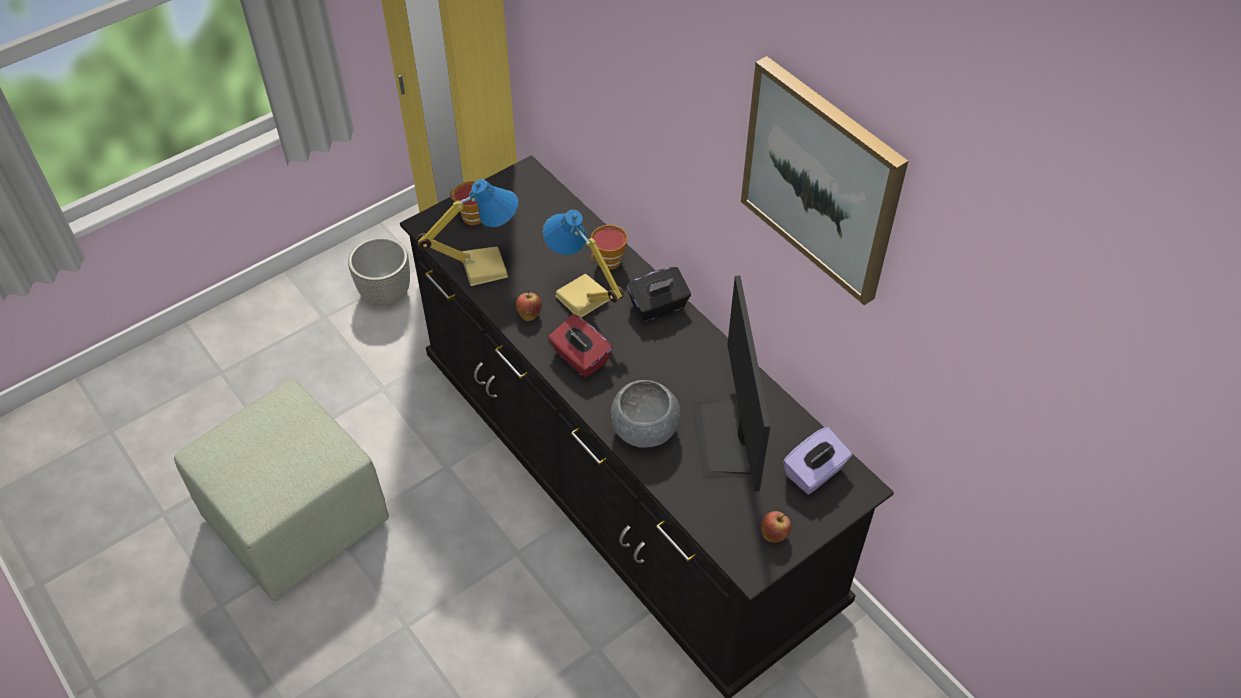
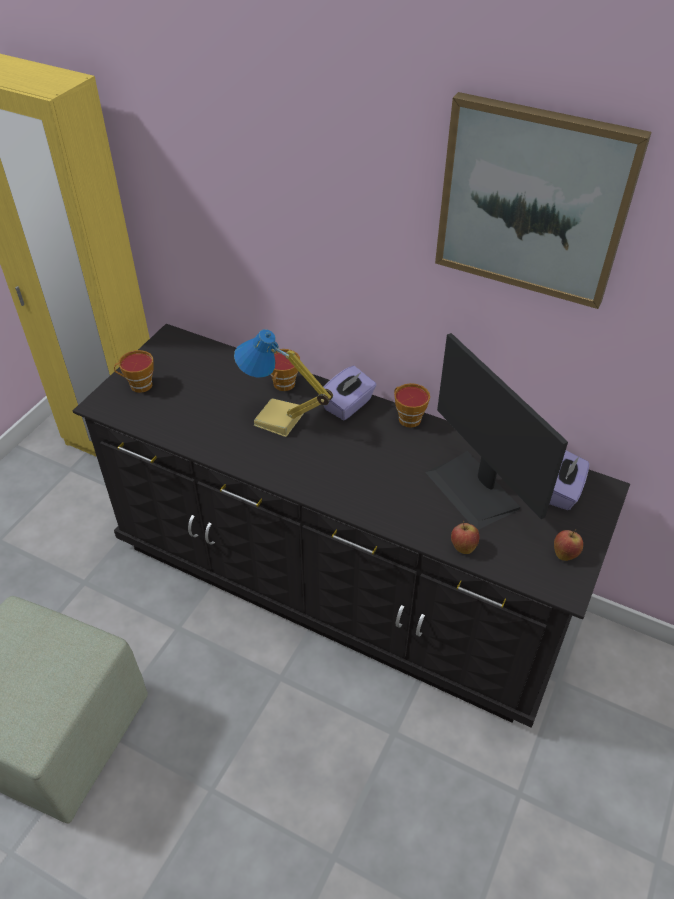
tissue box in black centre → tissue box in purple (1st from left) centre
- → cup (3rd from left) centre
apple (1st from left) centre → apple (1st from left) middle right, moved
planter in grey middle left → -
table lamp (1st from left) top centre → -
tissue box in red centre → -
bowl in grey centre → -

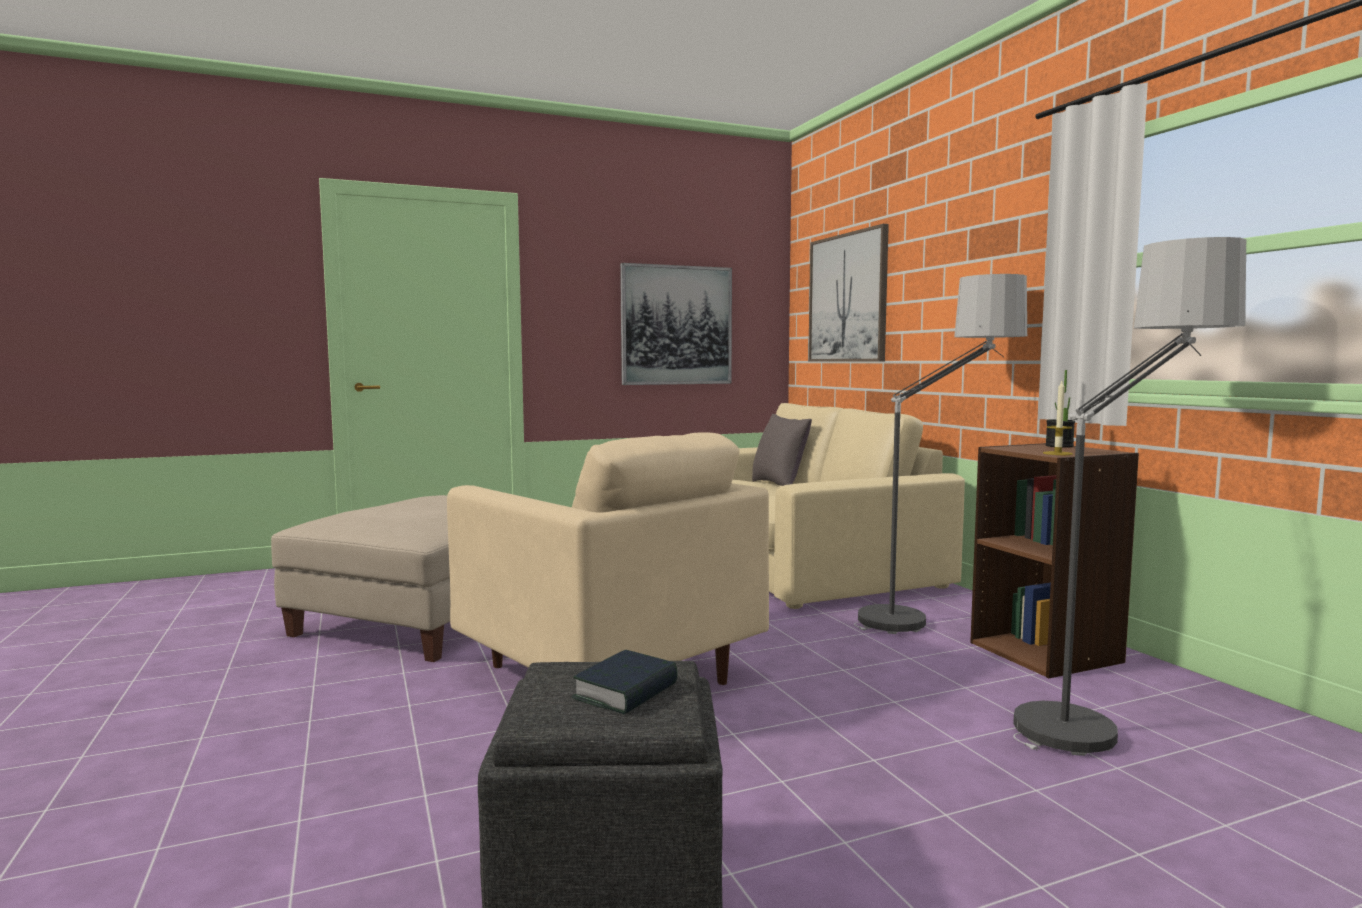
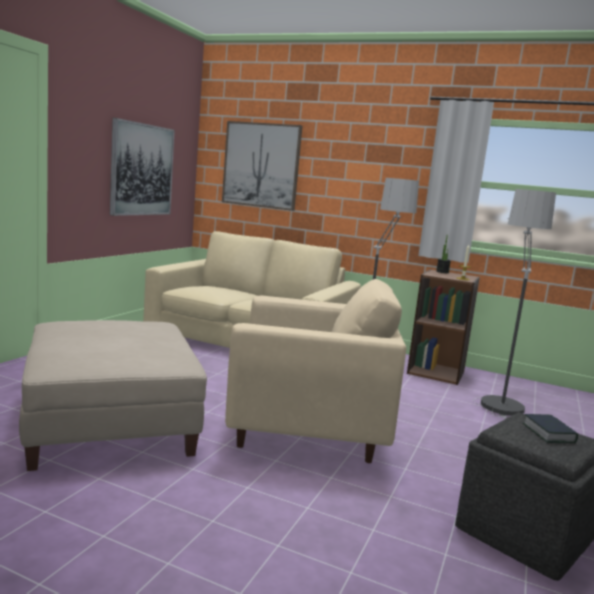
pillow in grey centre → -

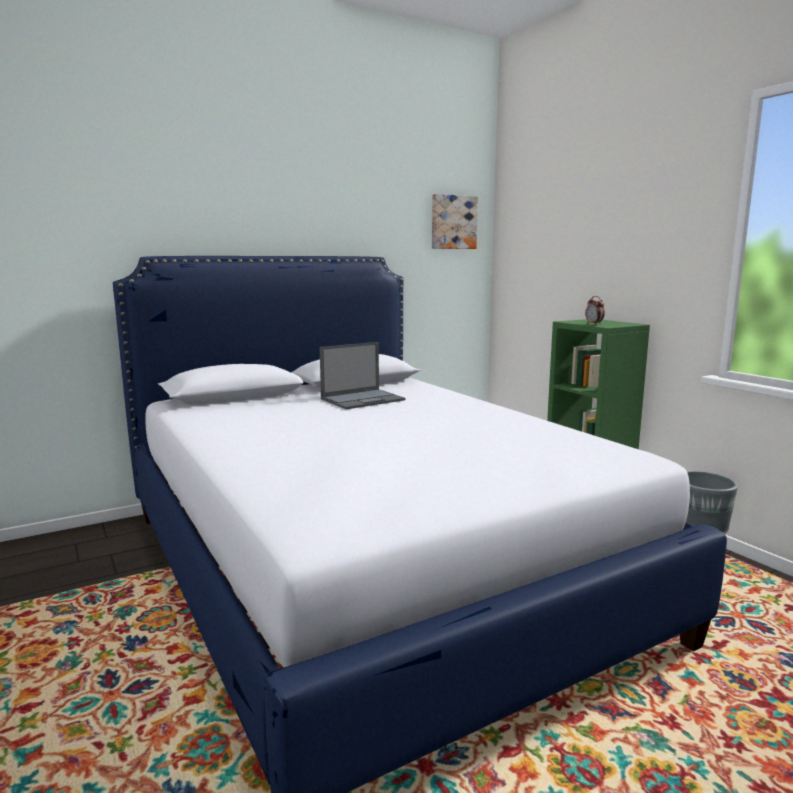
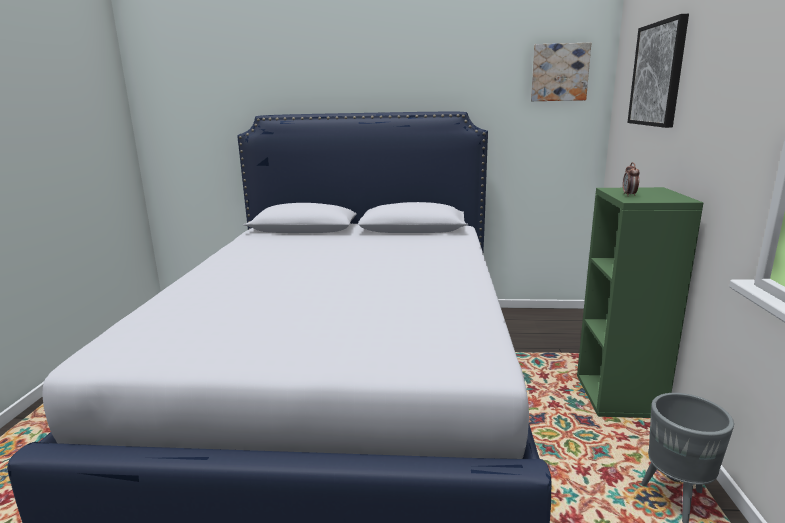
- → picture (2nd from left) top right
laptop centre → -

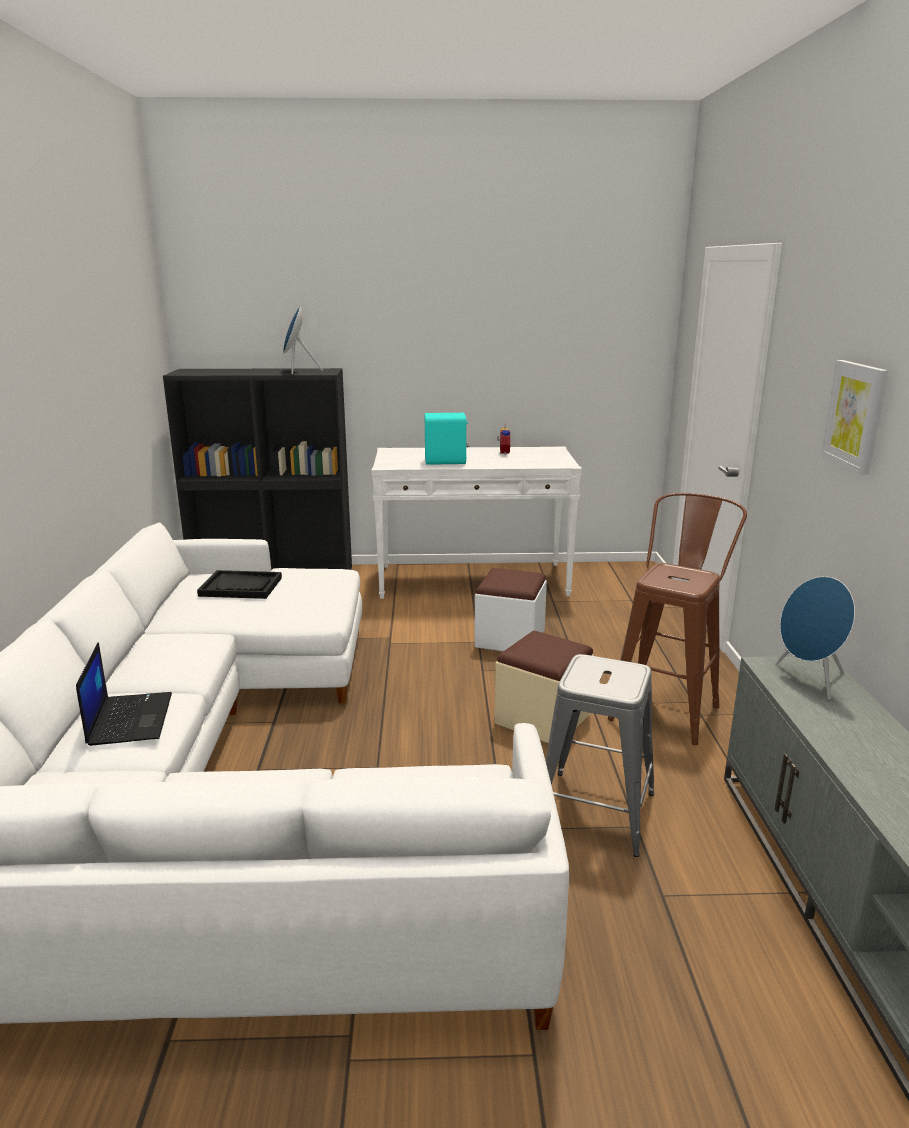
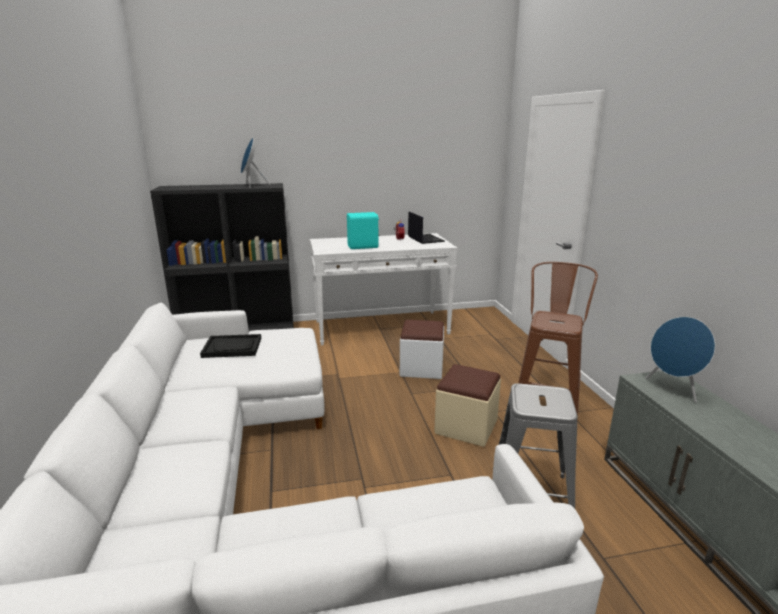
laptop middle left → laptop centre, moved
picture middle right → -

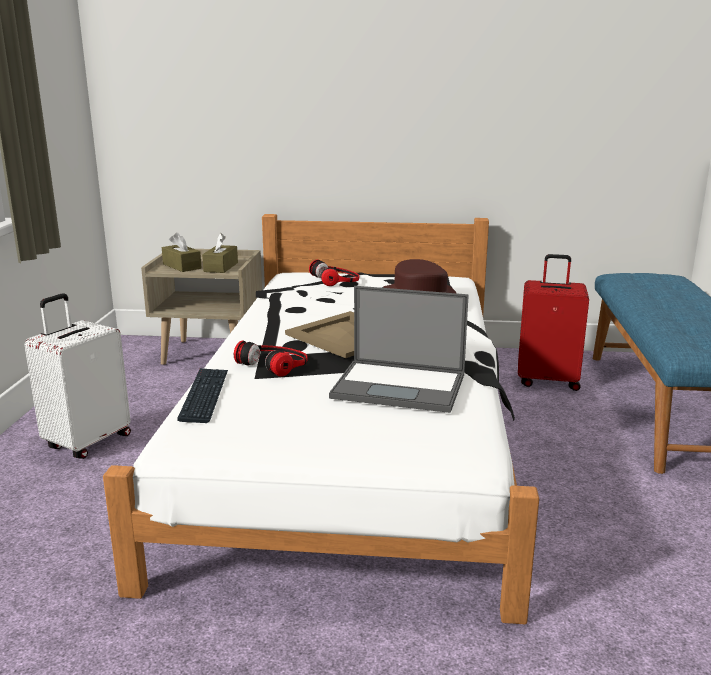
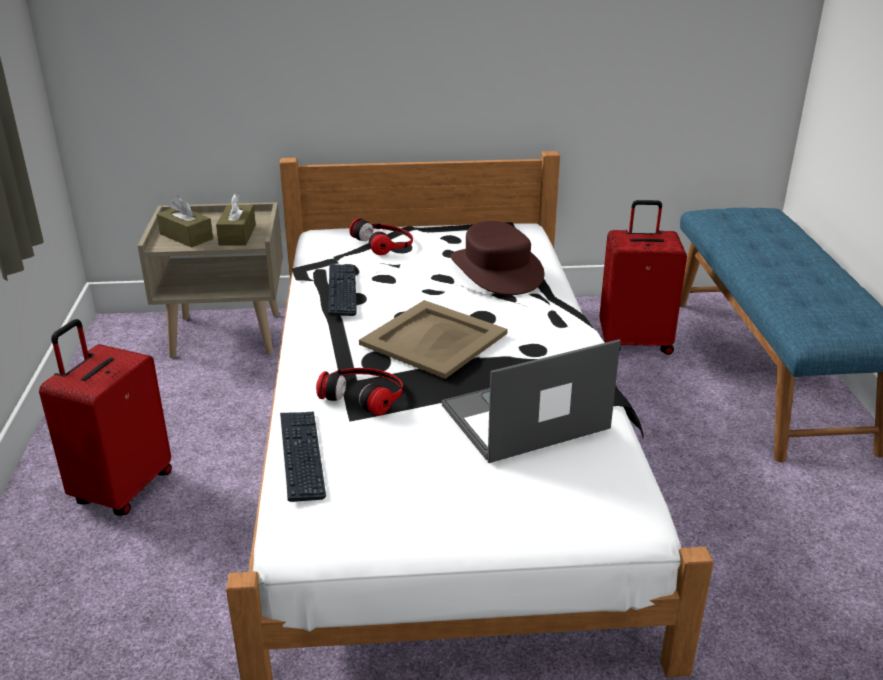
suitcase in white middle left → suitcase in red (1st from left) middle left
- → keyboard (2nd from left) centre
laptop centre, 150 degrees clockwise

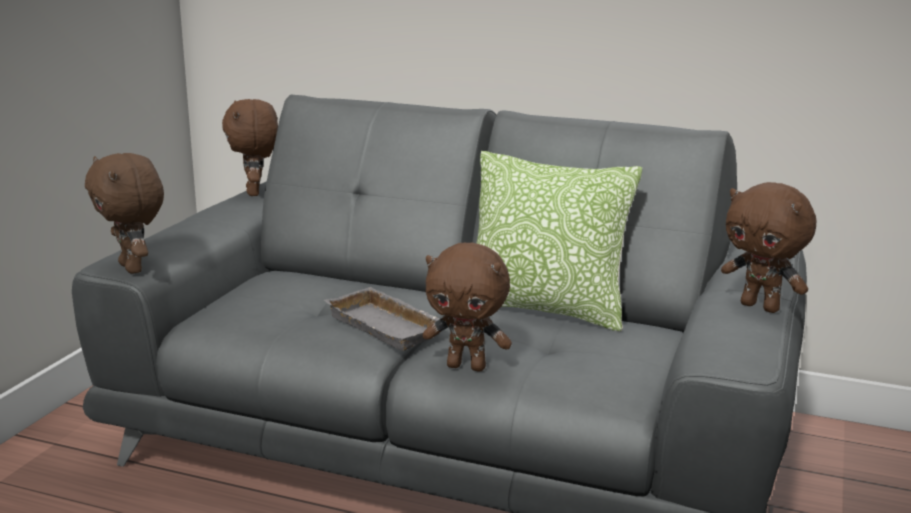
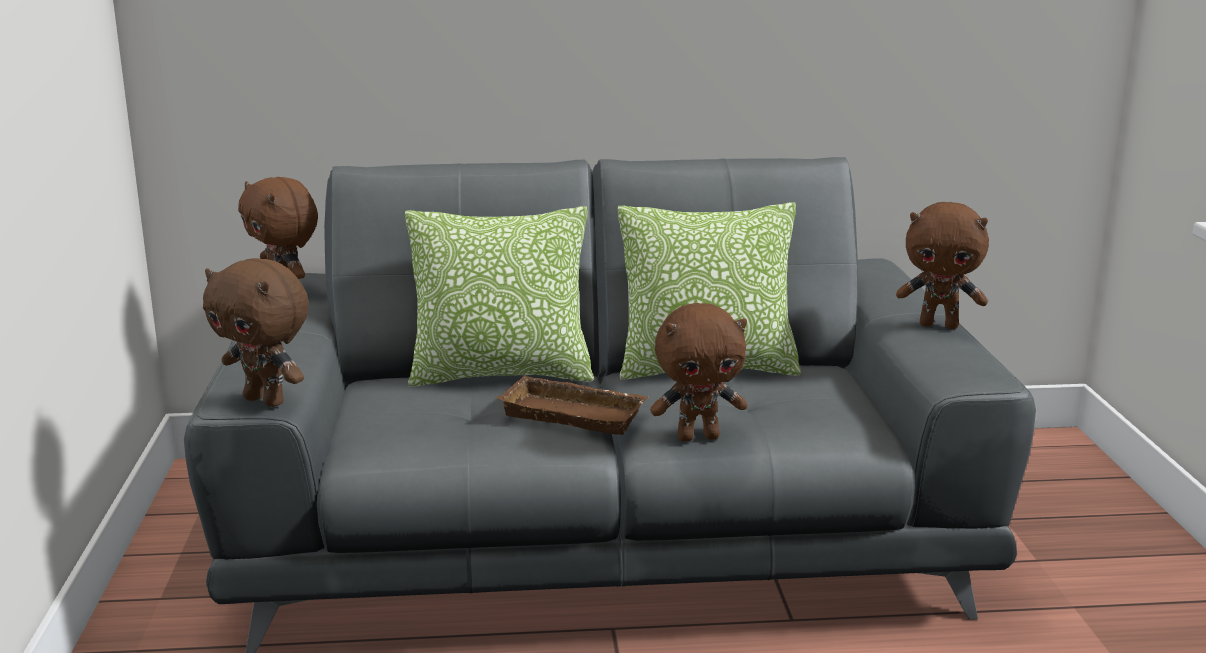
- → pillow (1st from left) centre
tray in grey centre → tray in brown centre

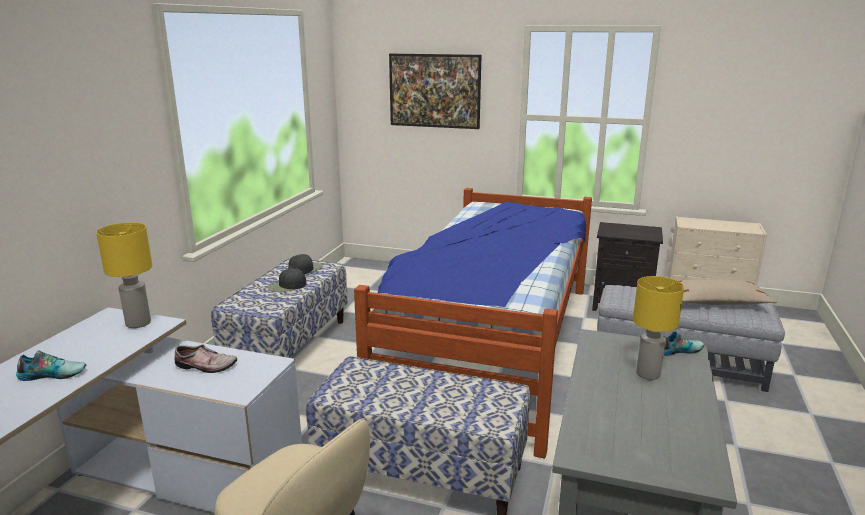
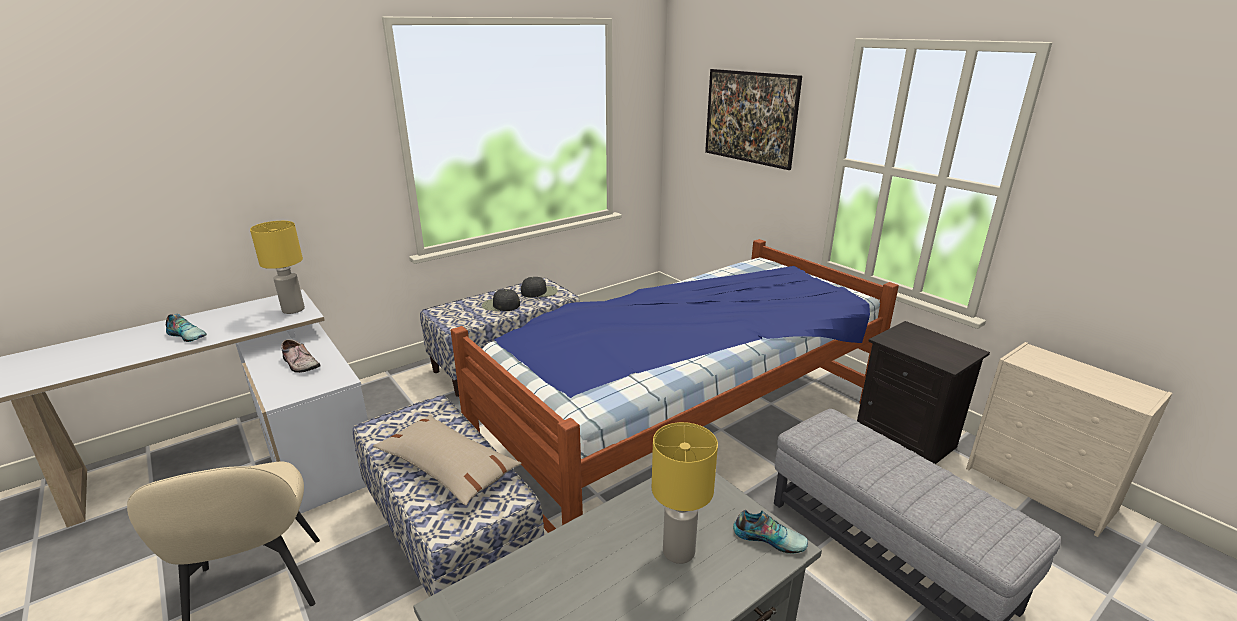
pillow in beige middle right → pillow in beige bottom centre, moved

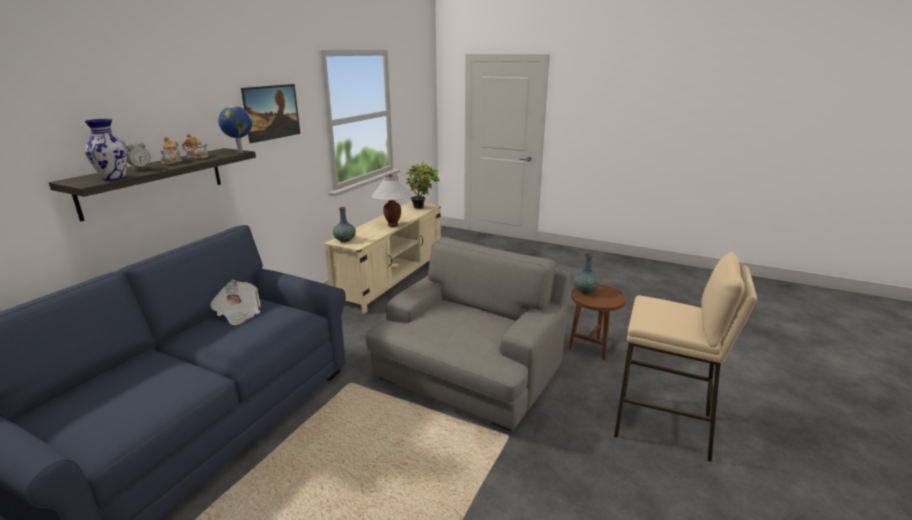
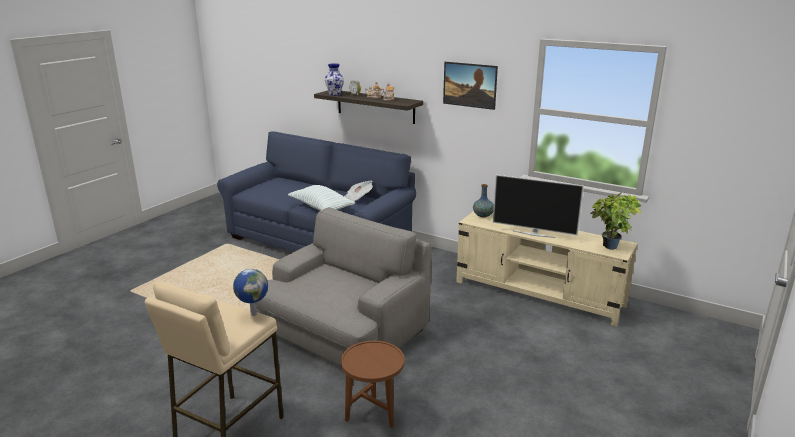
globe top left → globe bottom left, moved
armchair in grey centre, 90 degrees counterclockwise
- → pillow centre
table lamp in white centre → television middle right
vase (3rd from left) centre → -

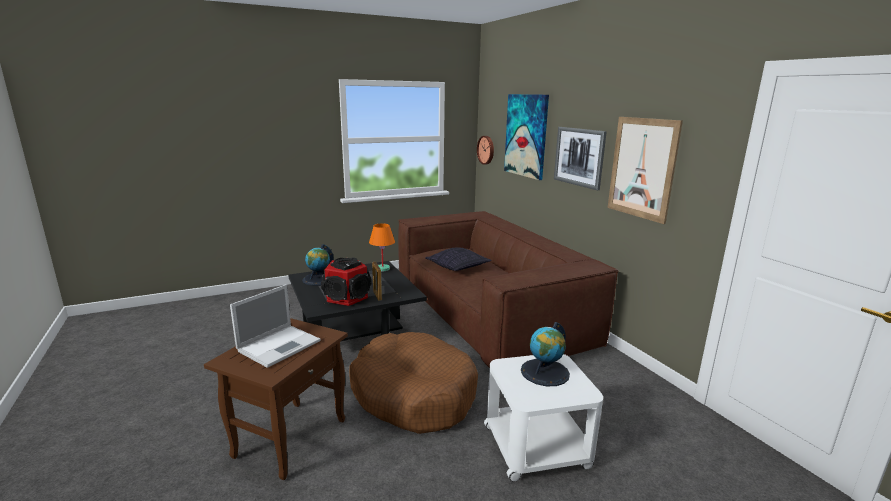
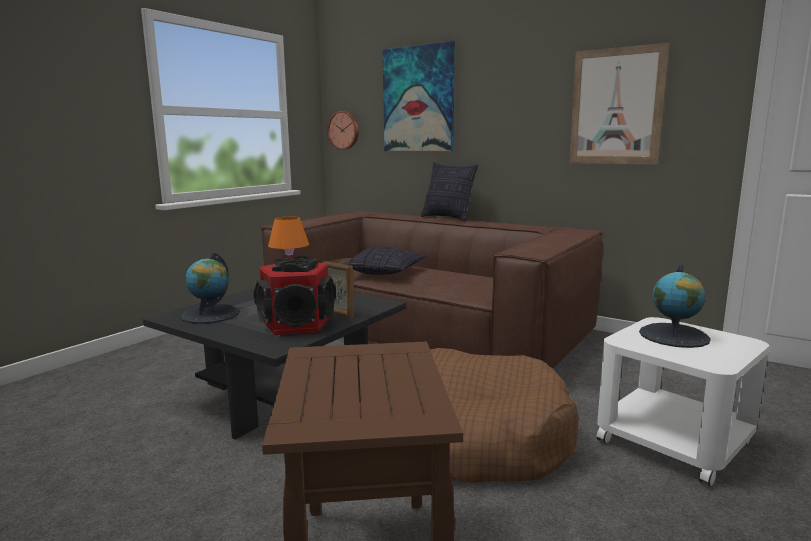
- → pillow (2nd from left) centre
laptop middle left → -
picture (2nd from left) top centre → -

